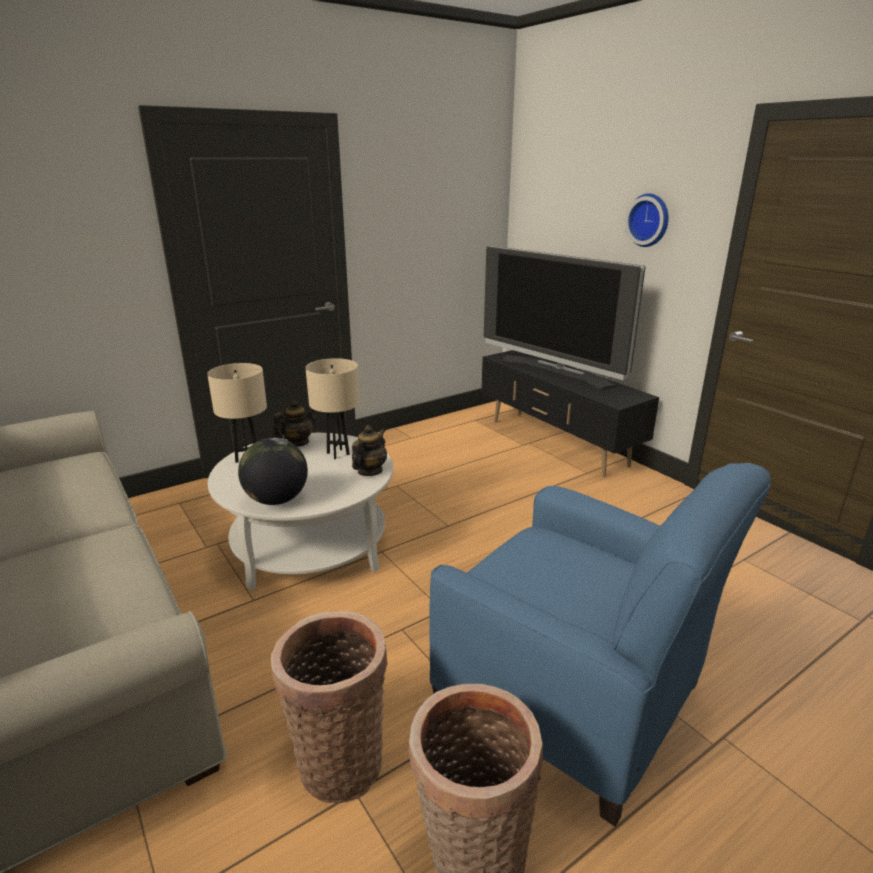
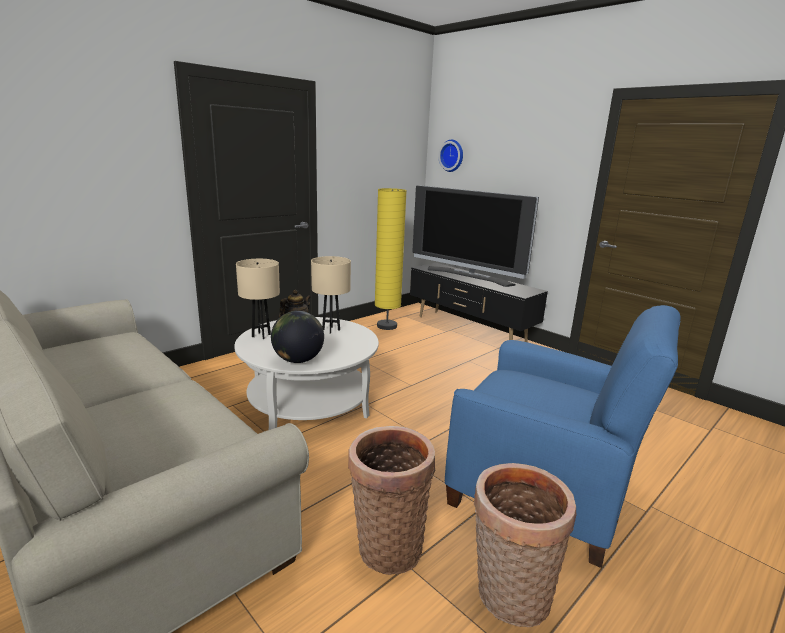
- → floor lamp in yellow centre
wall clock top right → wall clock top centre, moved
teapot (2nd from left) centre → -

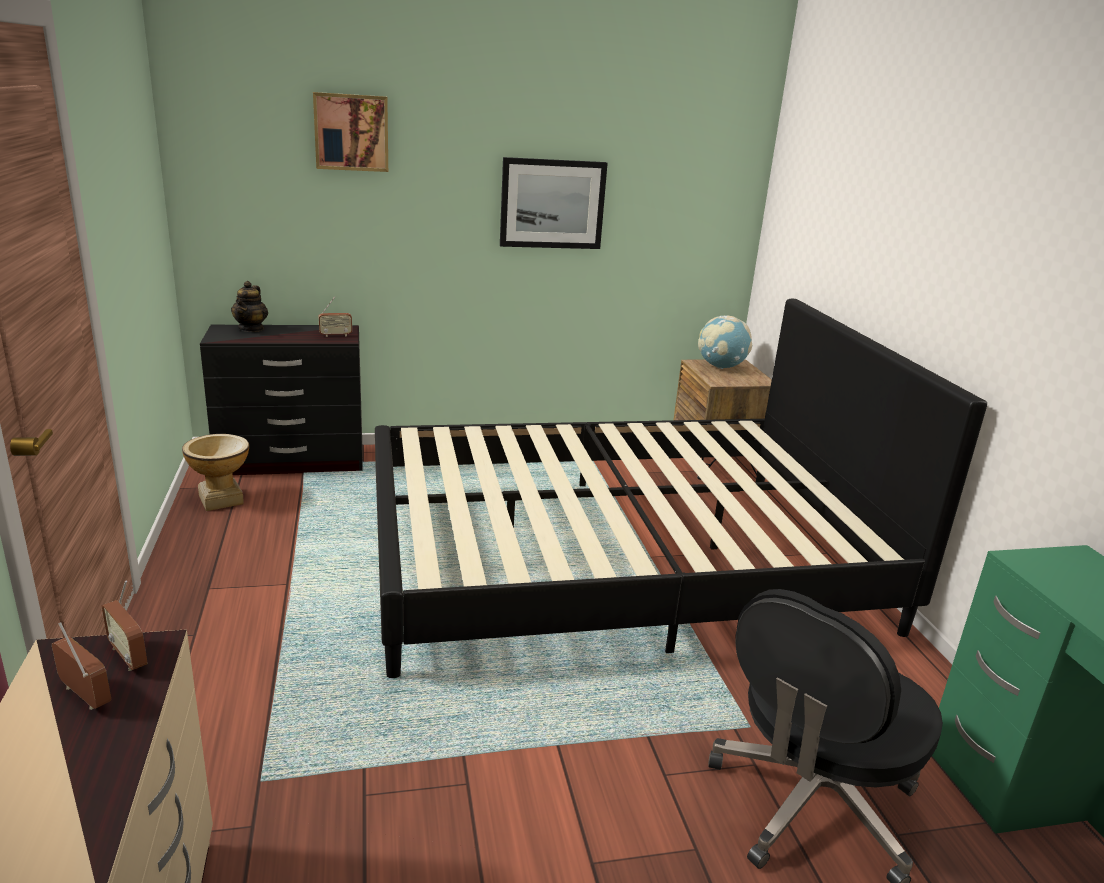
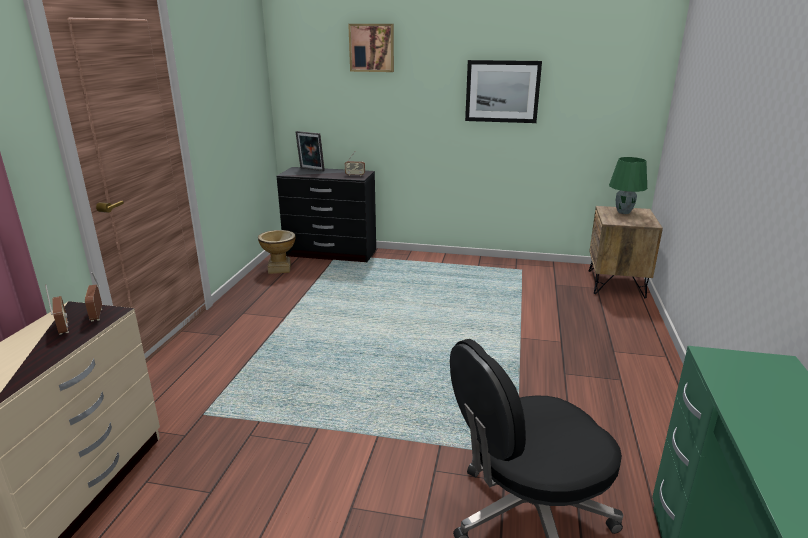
teapot middle left → picture frame top centre
globe centre → table lamp in green middle right
bed in black centre → -

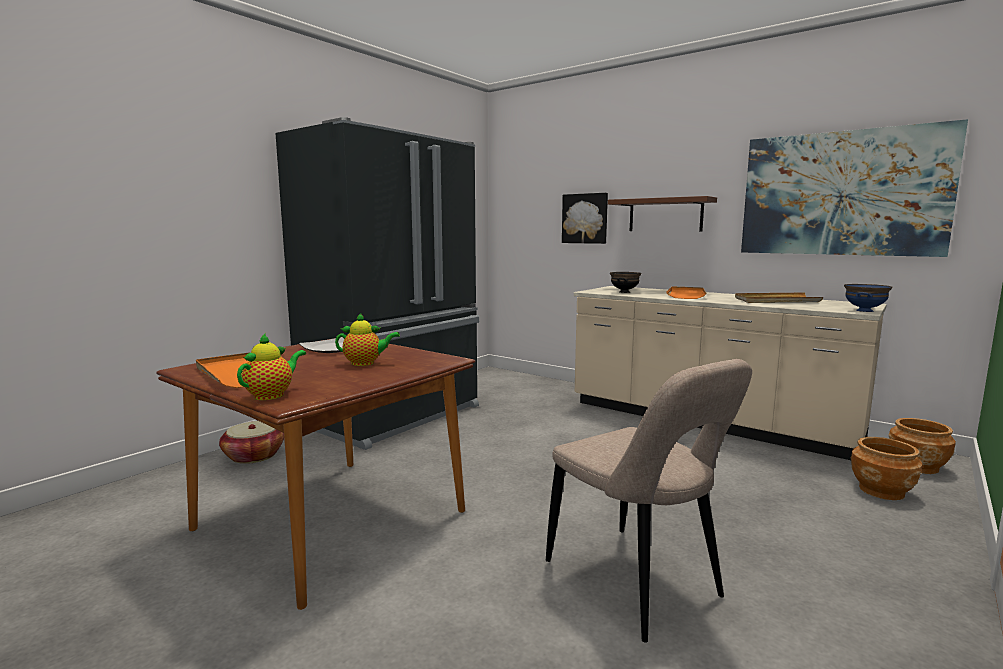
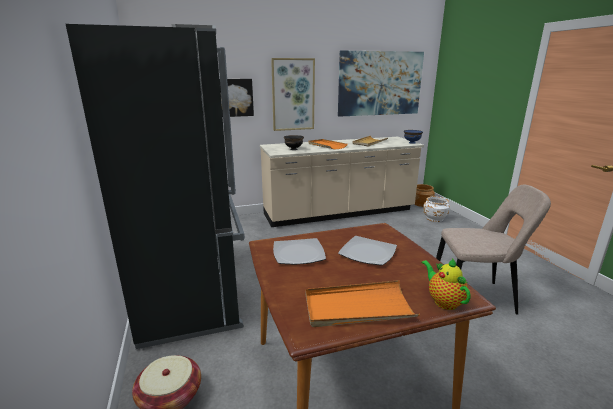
shelf in brown top centre → picture (2nd from left) top centre
teapot (2nd from left) centre → plate (2nd from left) centre
planter in brown (1st from left) bottom right → planter in white middle right

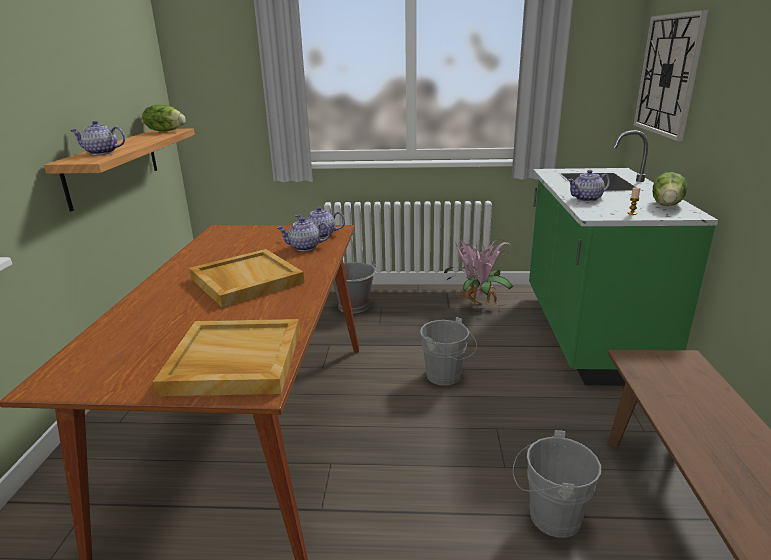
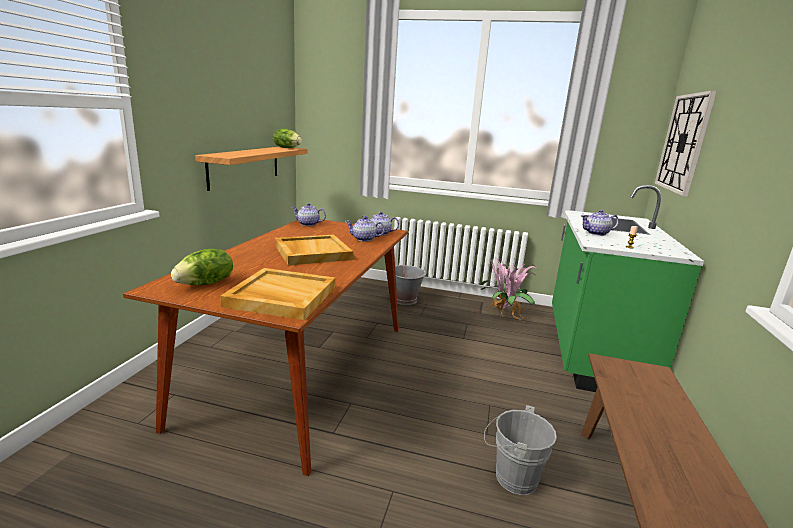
lettuce (2nd from left in the first image) middle right → lettuce (1st from left) middle left, moved
teapot (1st from left) top left → teapot (1st from left) centre, moved
bucket in grey (2nd from left) centre → -

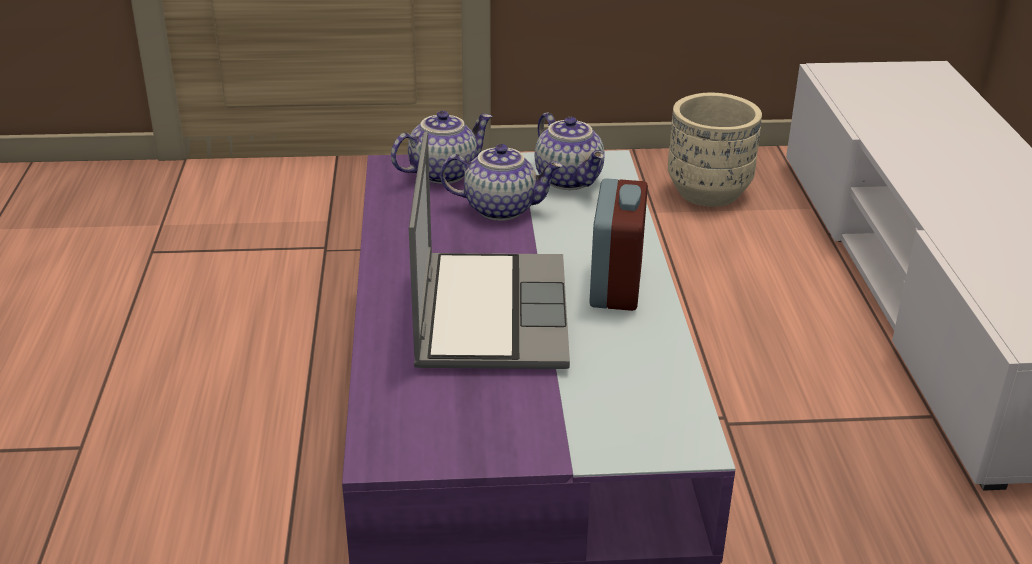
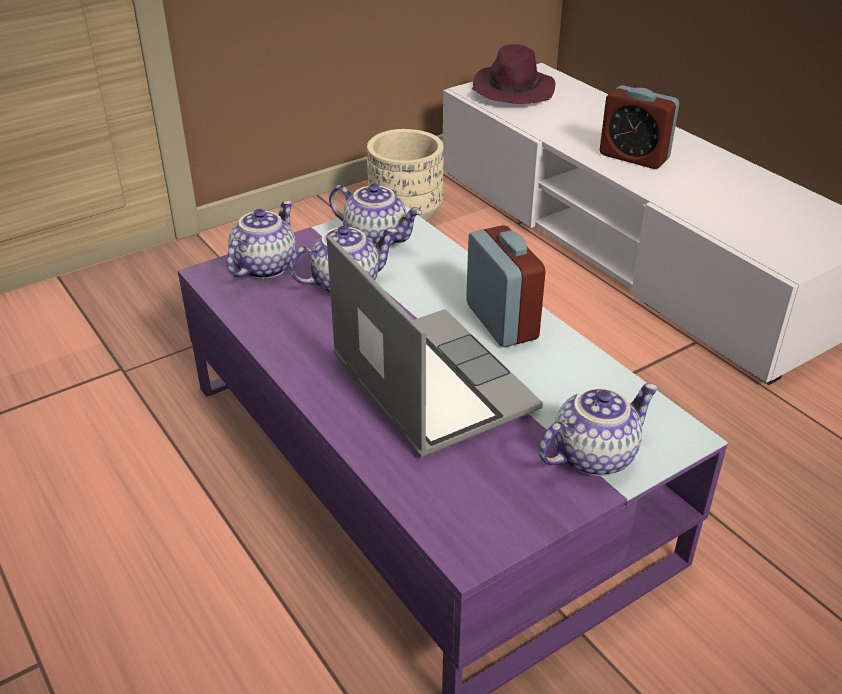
- → hat in purple top centre
- → teapot (4th from left) middle right
- → alarm clock (2nd from left) top right

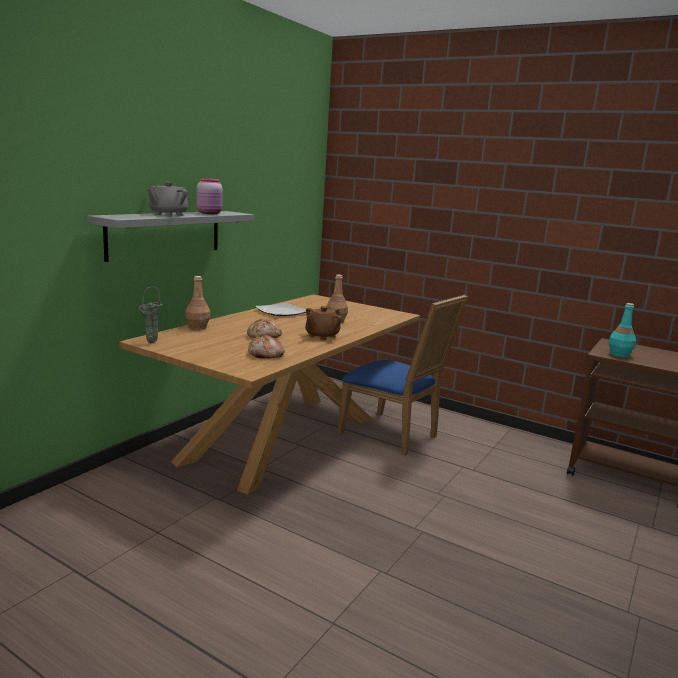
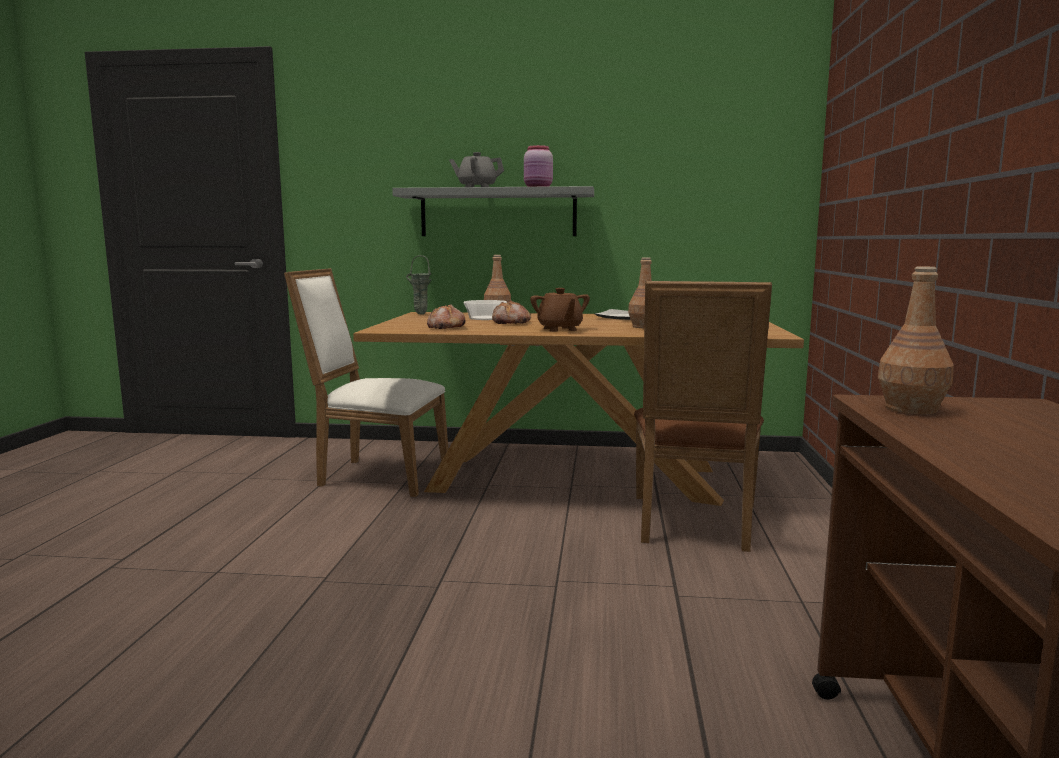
- → chair in white centre
- → bowl centre
teapot in brown centre, 120 degrees counterclockwise
chair in blue centre → chair in brown centre
bottle in turquoise middle right → bottle in brown (3rd from left) middle right

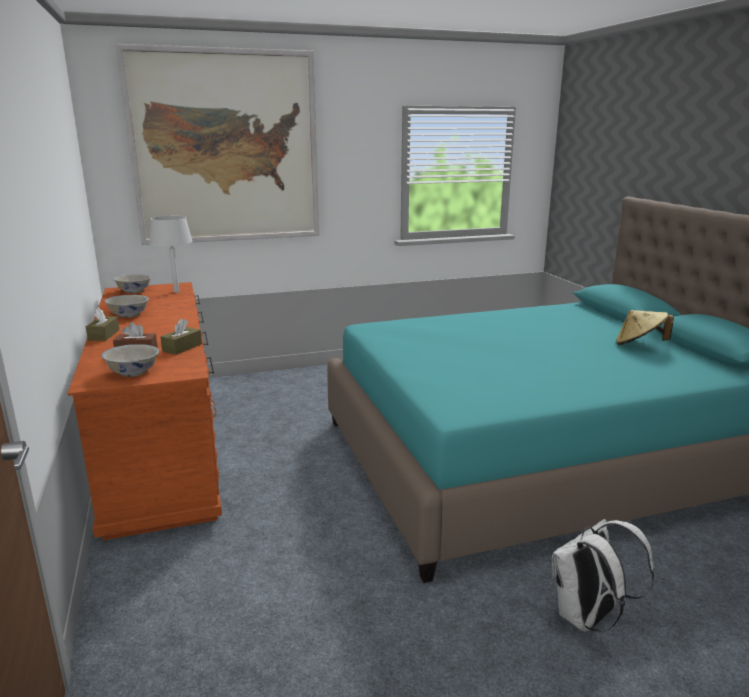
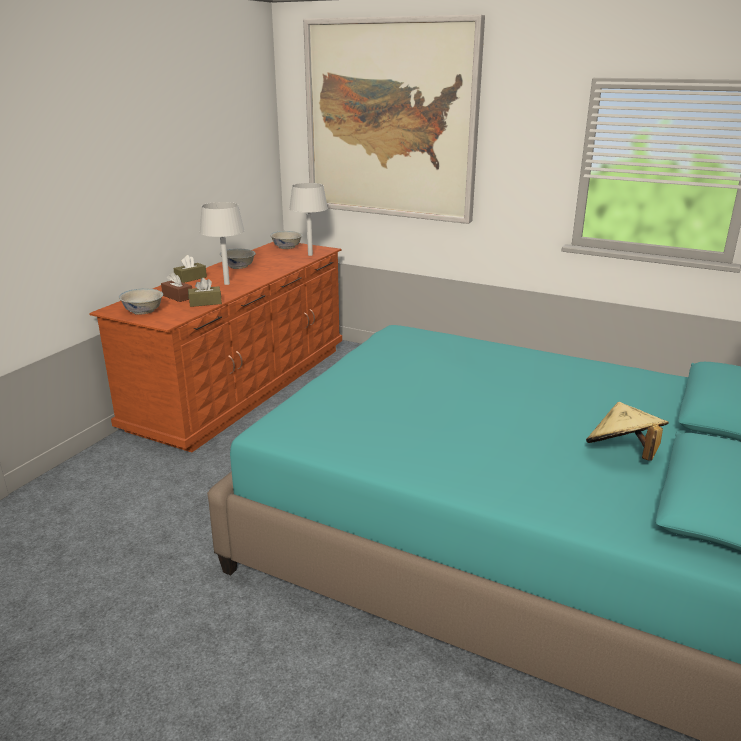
- → table lamp in grey (1st from left) top left
backpack in white bottom right → -

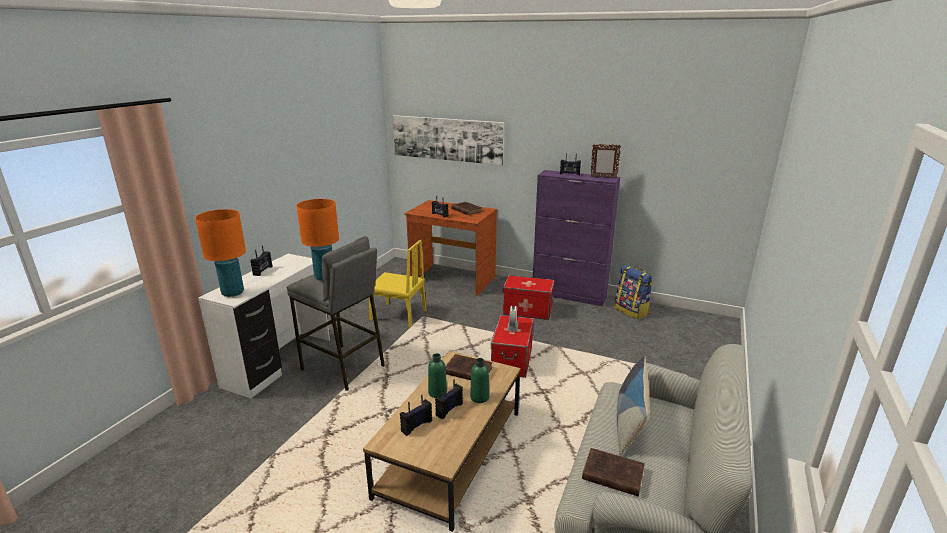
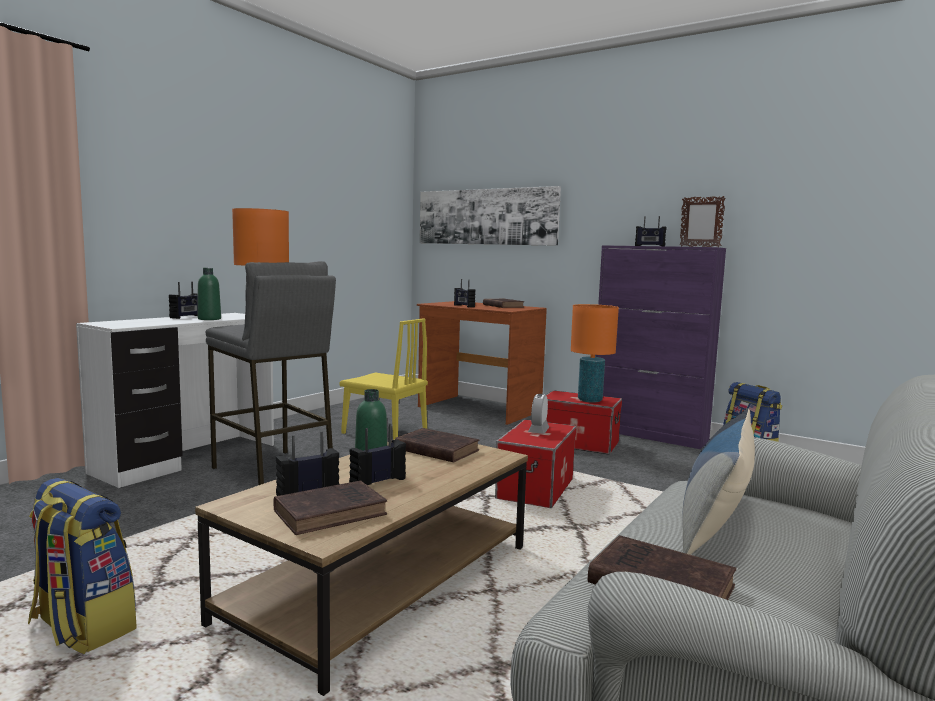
- → backpack (1st from left) bottom left
bottle in green (2nd from left in the first image) bottom centre → bottle in green (1st from left) middle left, moved
- → book in brown (1st from left) bottom centre
table lamp in orange (1st from left in the first image) middle left → table lamp in orange (2nd from left) centre, moved

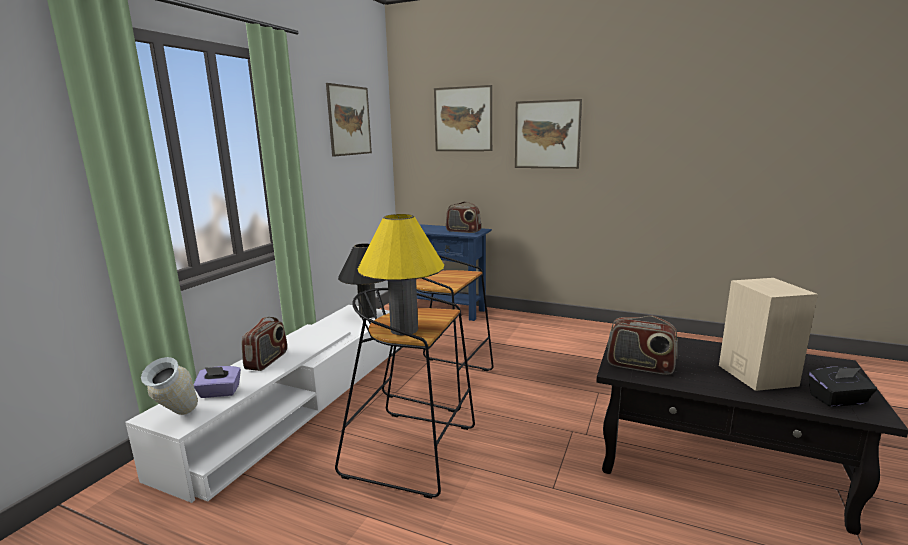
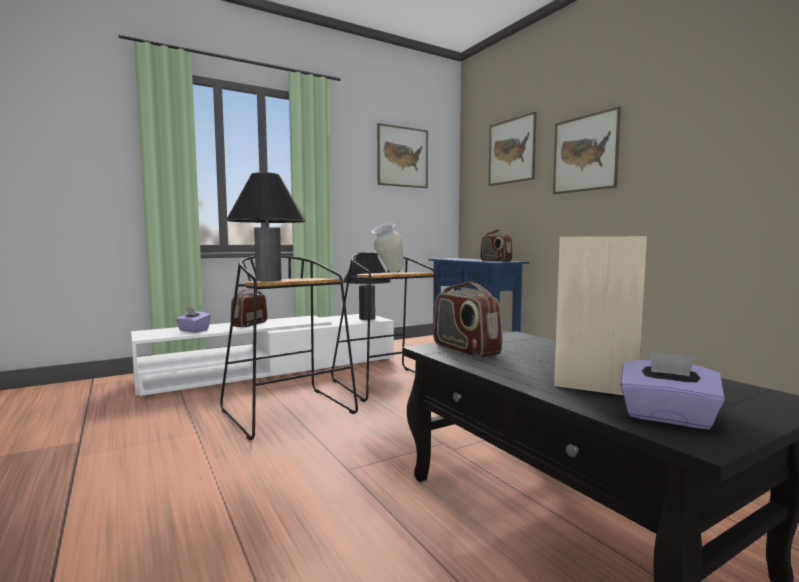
table lamp in yellow centre → table lamp in black (1st from left) middle left
radio (1st from left) middle left, 150 degrees clockwise
vase bottom left → vase centre, moved
tissue box in black bottom right → tissue box in purple (2nd from left) bottom right

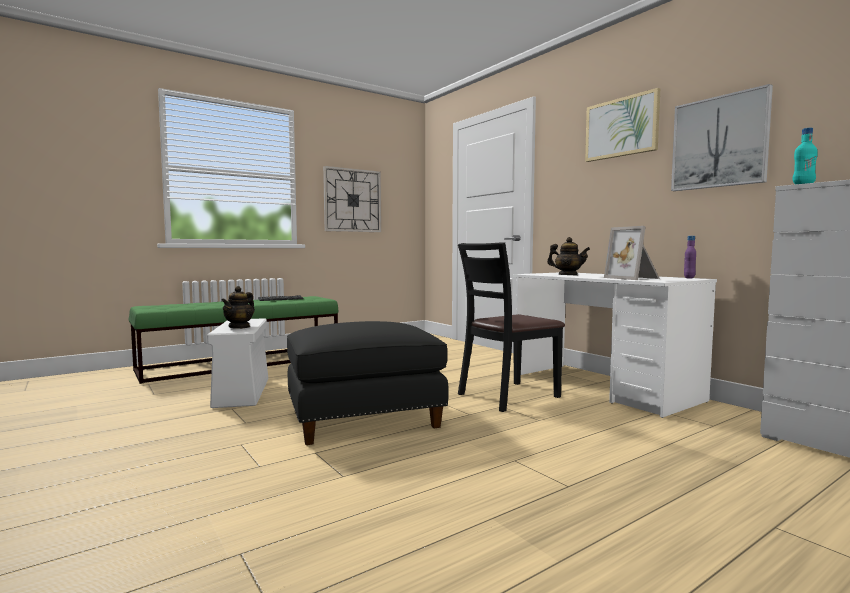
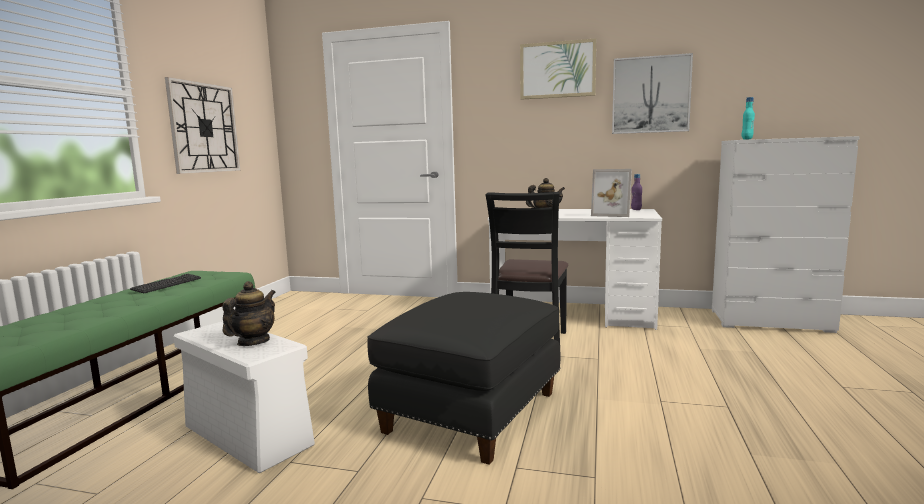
teapot (1st from left) middle left, 135 degrees counterclockwise

